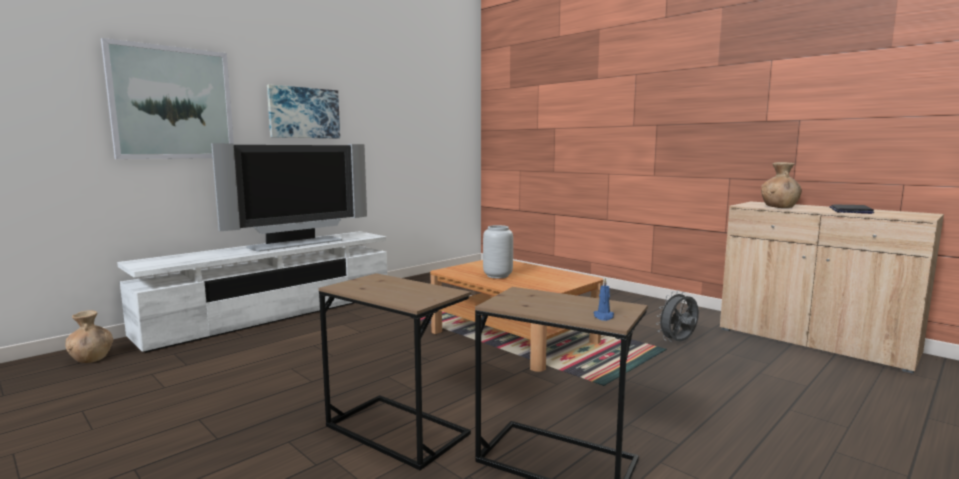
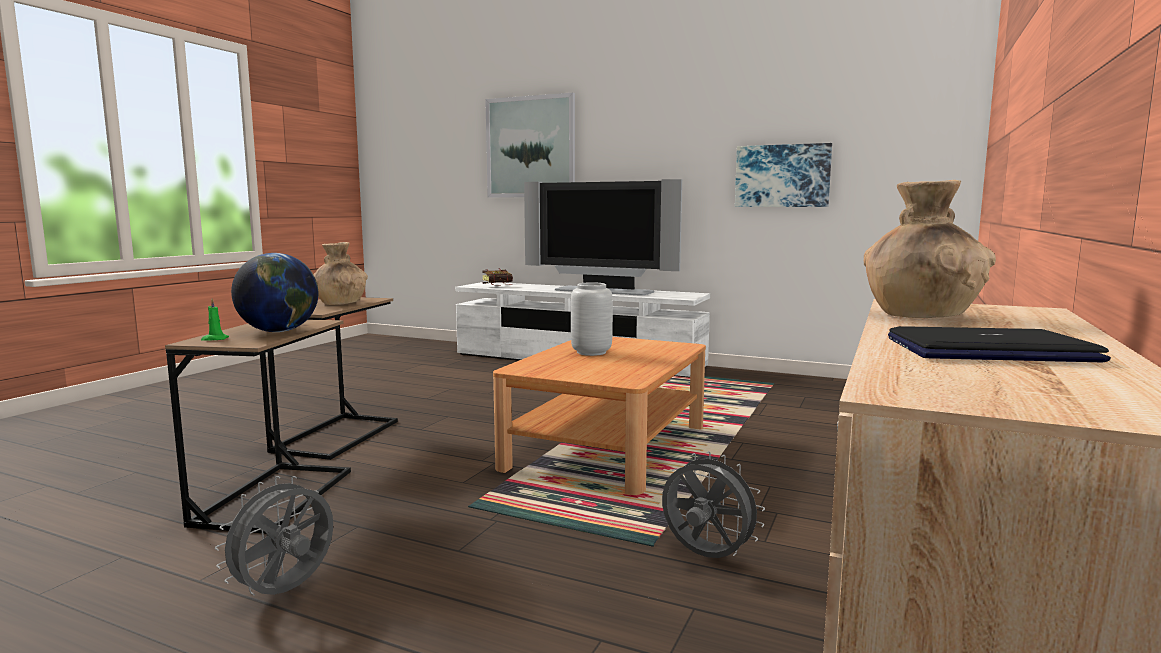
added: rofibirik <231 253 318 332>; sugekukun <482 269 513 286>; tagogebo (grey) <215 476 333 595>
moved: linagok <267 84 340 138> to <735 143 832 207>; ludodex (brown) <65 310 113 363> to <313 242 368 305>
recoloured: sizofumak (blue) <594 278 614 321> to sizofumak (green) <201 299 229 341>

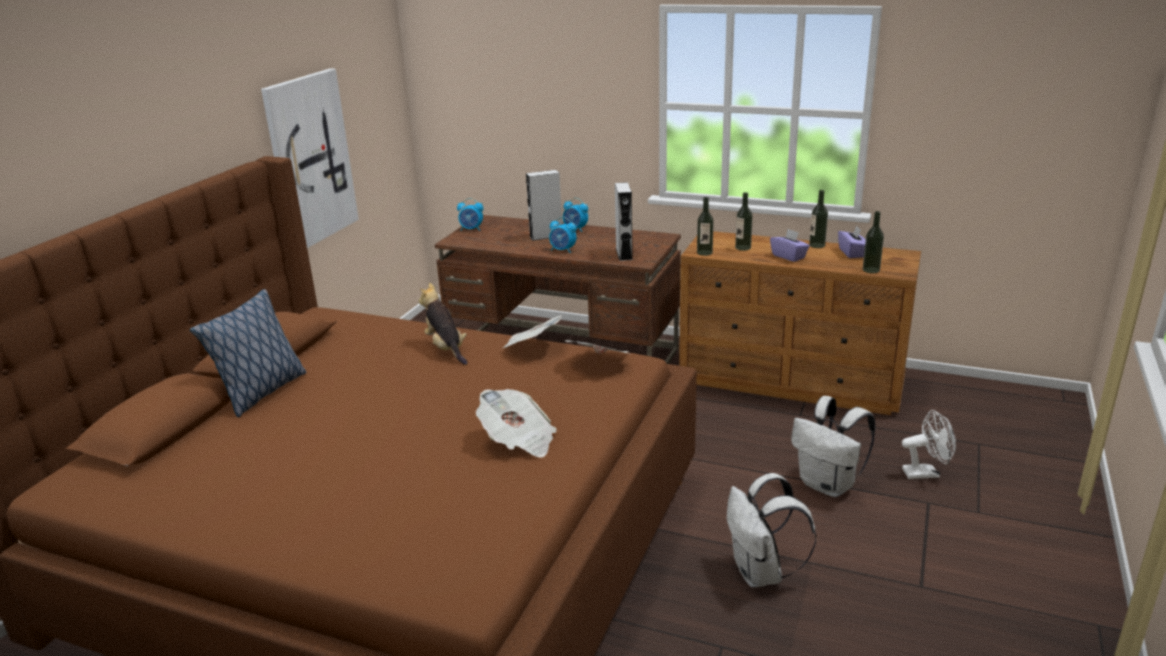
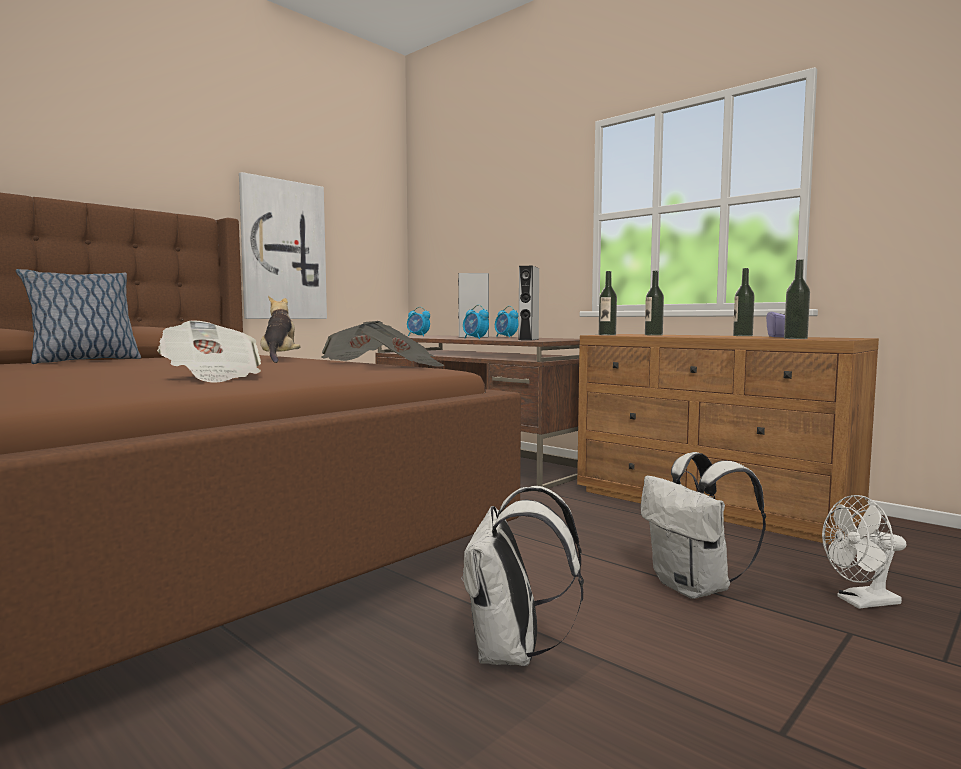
removed: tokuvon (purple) <770 229 810 262>
turned: tagogebo (white) <902 410 956 479> = <822 495 906 609> 150 degrees clockwise

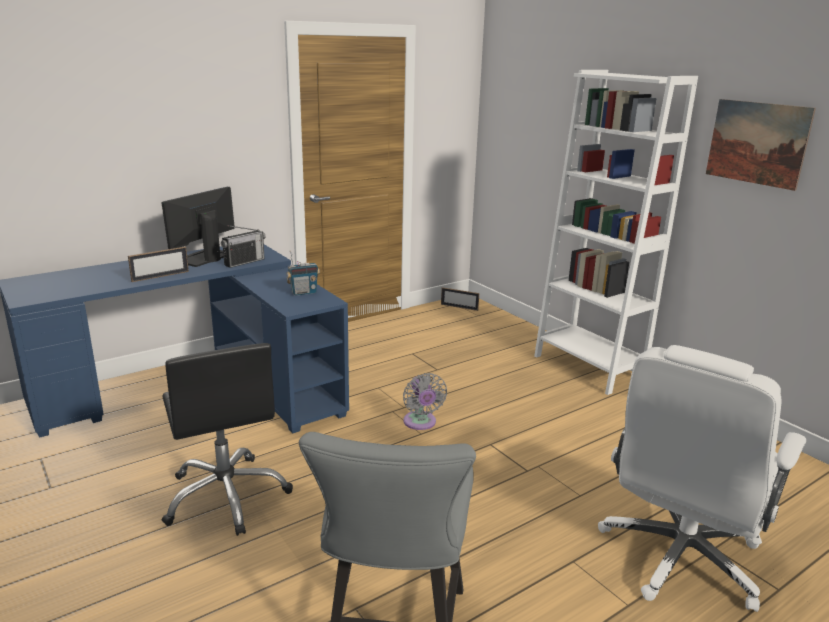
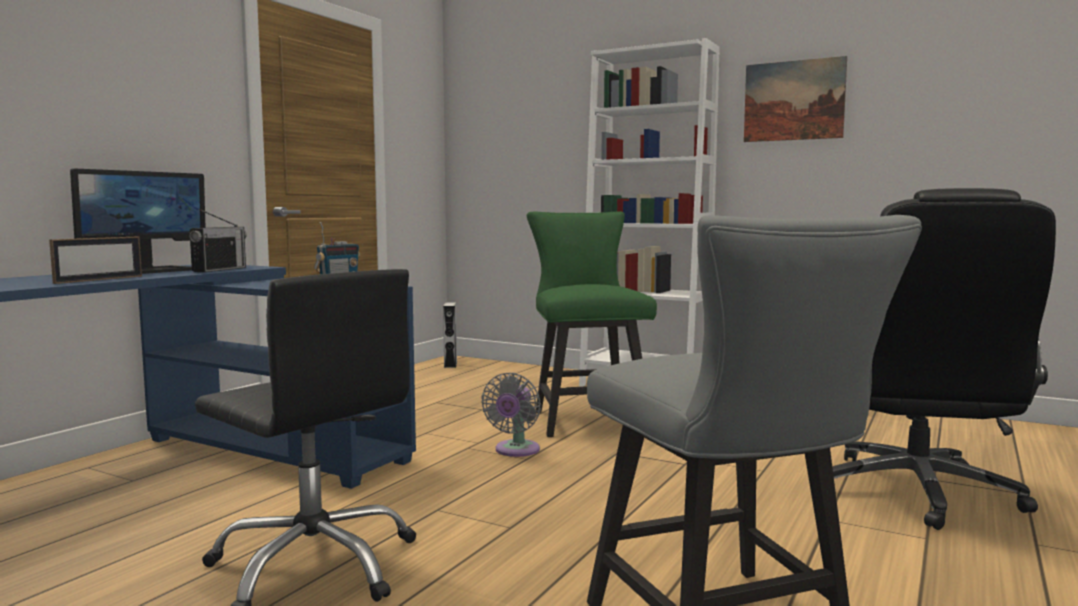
added: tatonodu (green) <527 211 657 437>
replaced: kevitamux <441 287 479 311> to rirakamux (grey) <443 302 457 368>
recoloured: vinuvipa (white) <598 345 806 612> to vinuvipa (black) <832 188 1056 530>
turned: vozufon <162 187 235 267> = <70 169 206 274> 150 degrees counterclockwise; tagogebo (grey) <403 373 447 430> = <481 372 541 457> 60 degrees clockwise

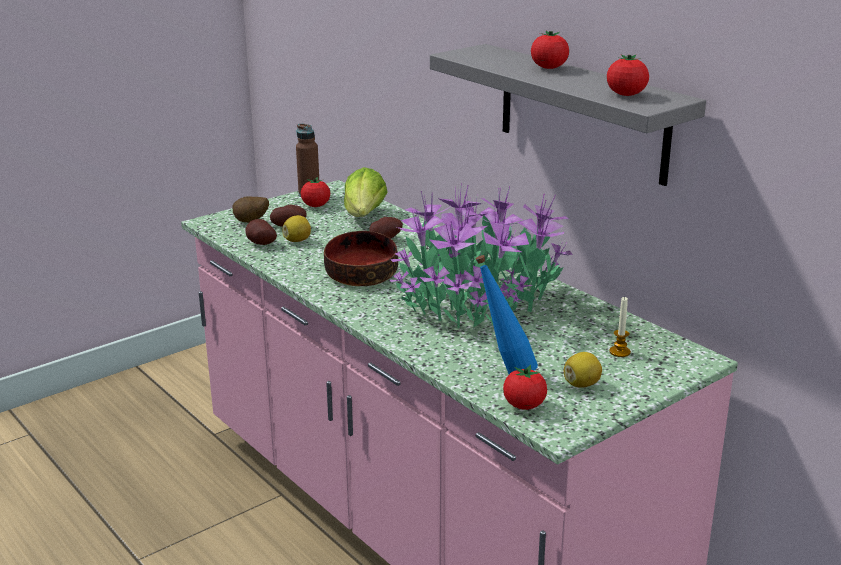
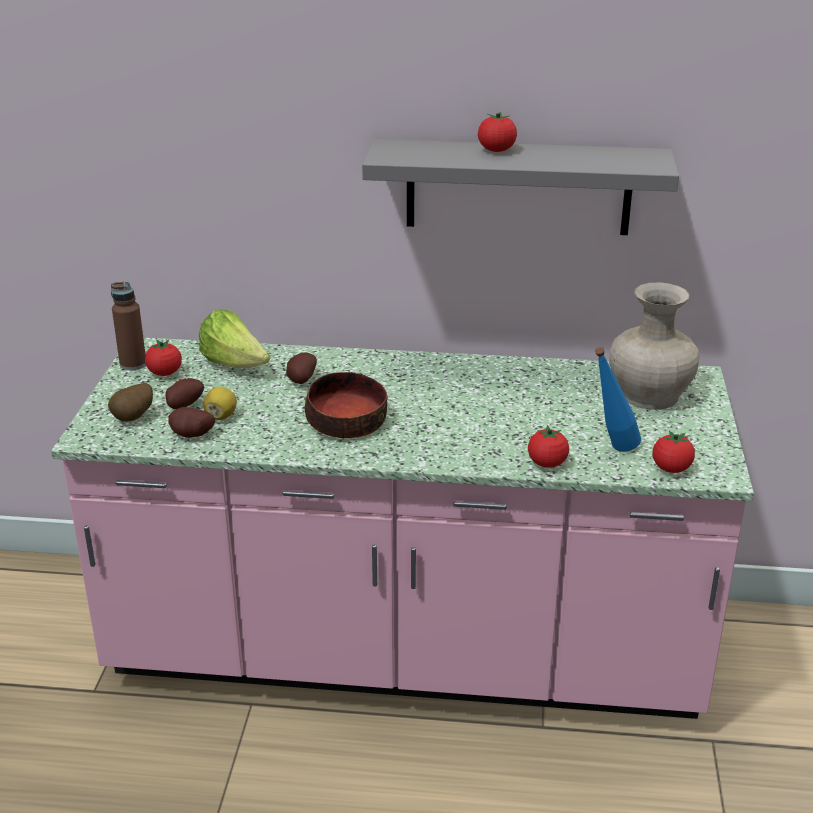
removed: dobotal <390 183 573 329>; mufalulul <564 352 602 388>
moved: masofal <607 54 649 96> to <528 425 569 468>
replaced: sizofumak <609 297 631 357> to ludodex (beige) <609 282 700 410>

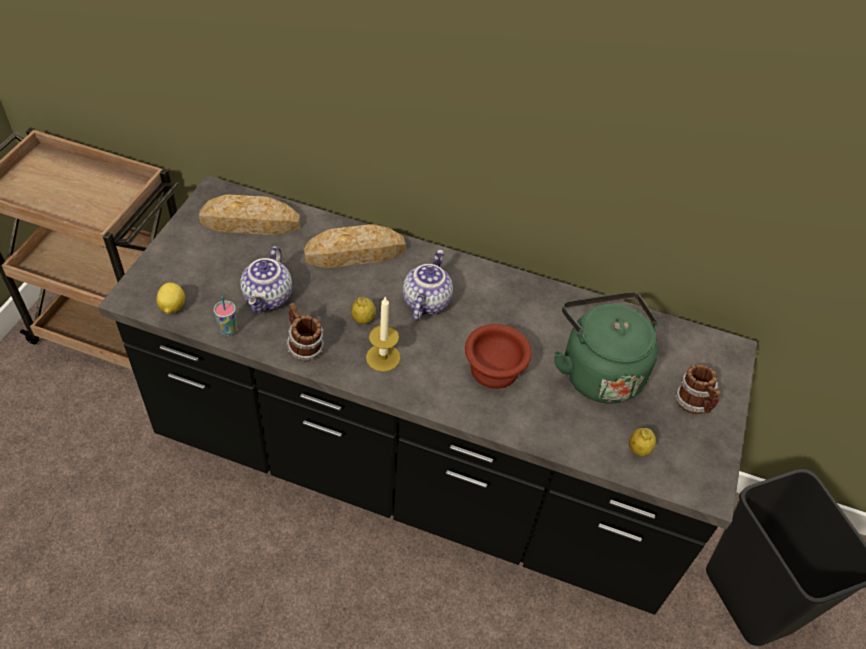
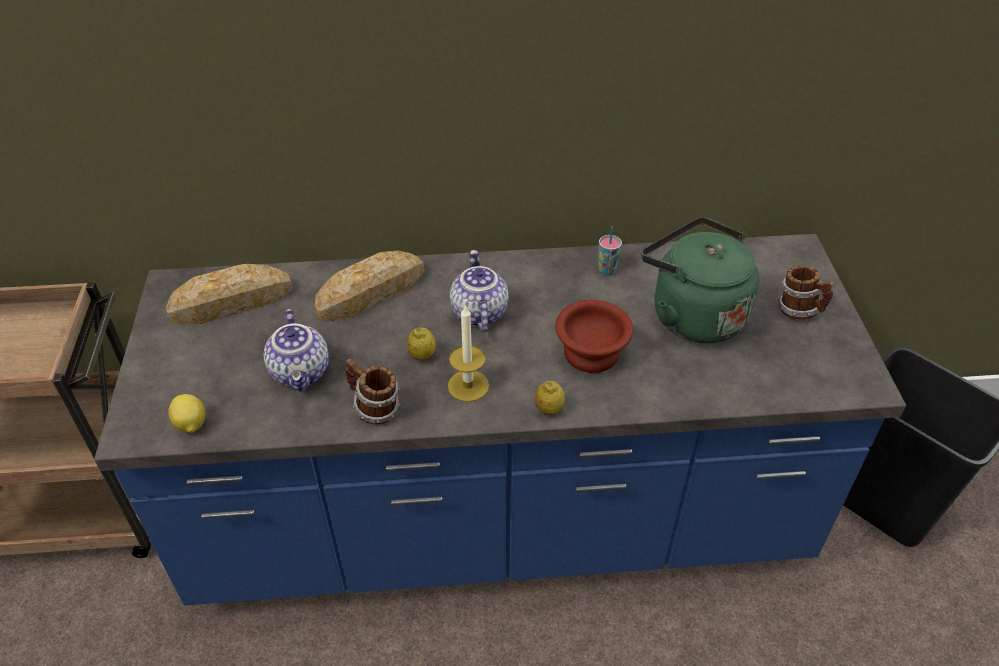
moved: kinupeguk <214 296 237 336> to <598 227 622 275>; mufalulul <629 428 656 456> to <535 381 565 415>
recoloured: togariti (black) <98 175 757 615> to togariti (blue) <94 234 906 606>

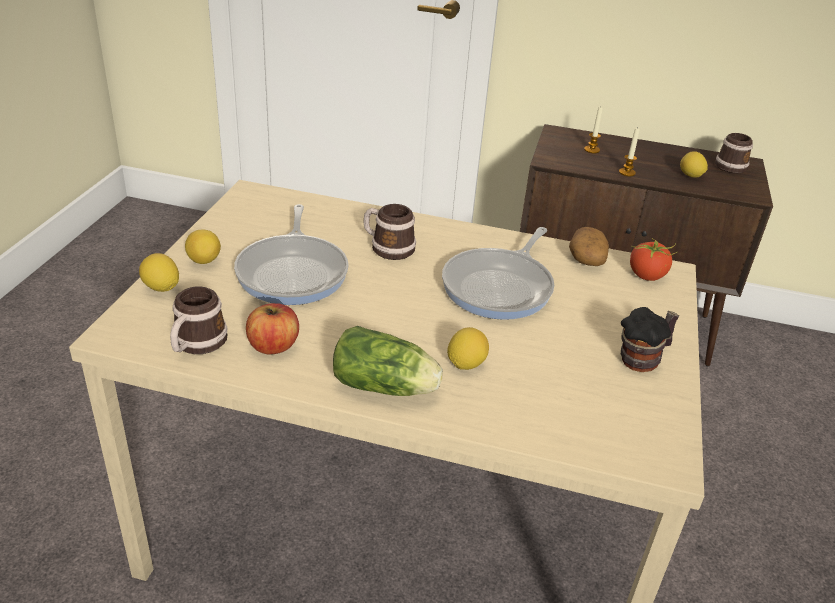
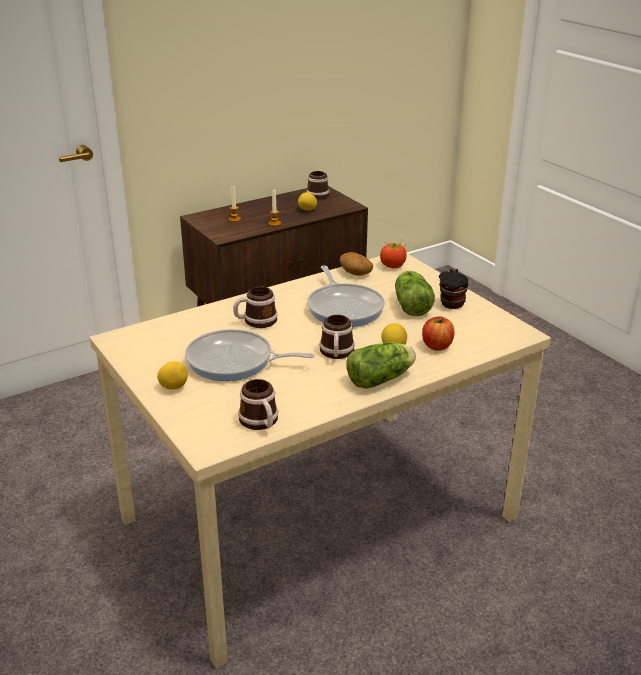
removed: mufalulul <139 253 179 292>
added: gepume <395 271 435 316>; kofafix <319 315 355 359>
moved: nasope <246 303 299 355> to <422 316 454 351>
turned: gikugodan <234 204 349 305> = <185 329 314 381> 150 degrees clockwise

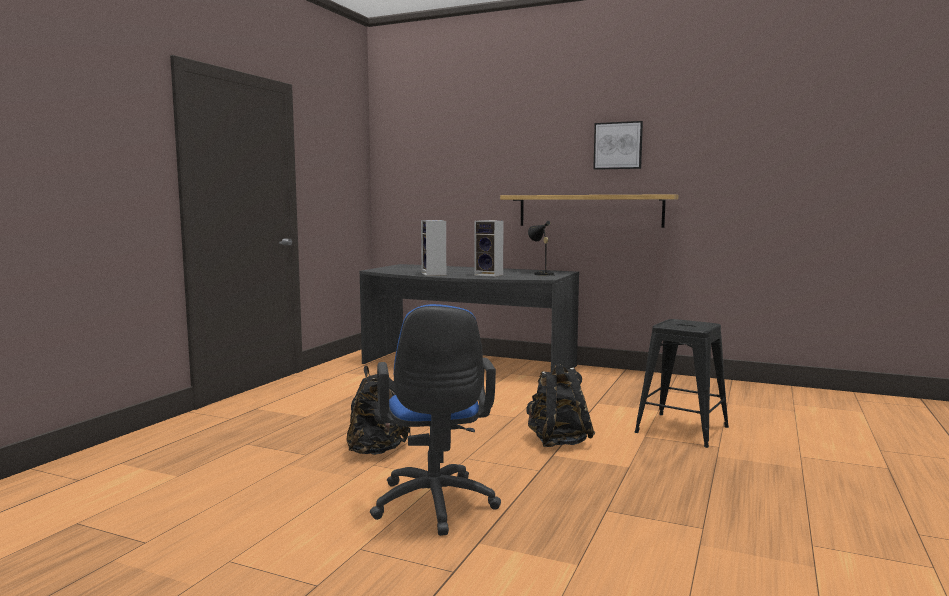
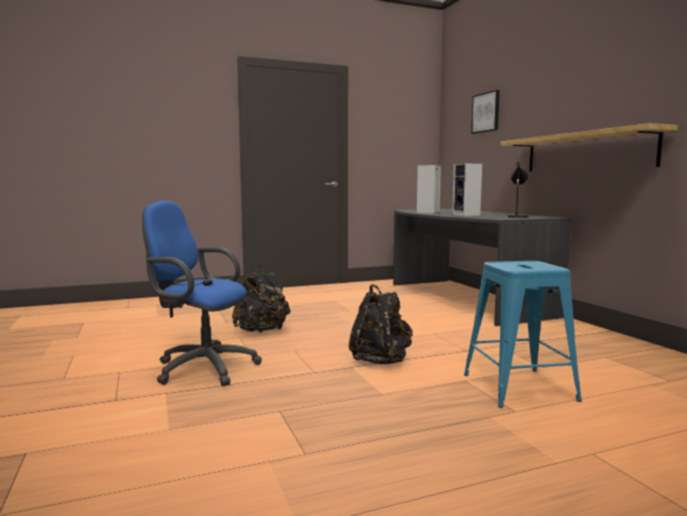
moved: linagok <593 121 643 170> to <471 90 500 134>
recoloured: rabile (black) <635 319 729 448> to rabile (blue) <464 261 582 408>
turned: vinuvipa (blue) <370 304 501 536> = <142 201 262 386> 75 degrees clockwise

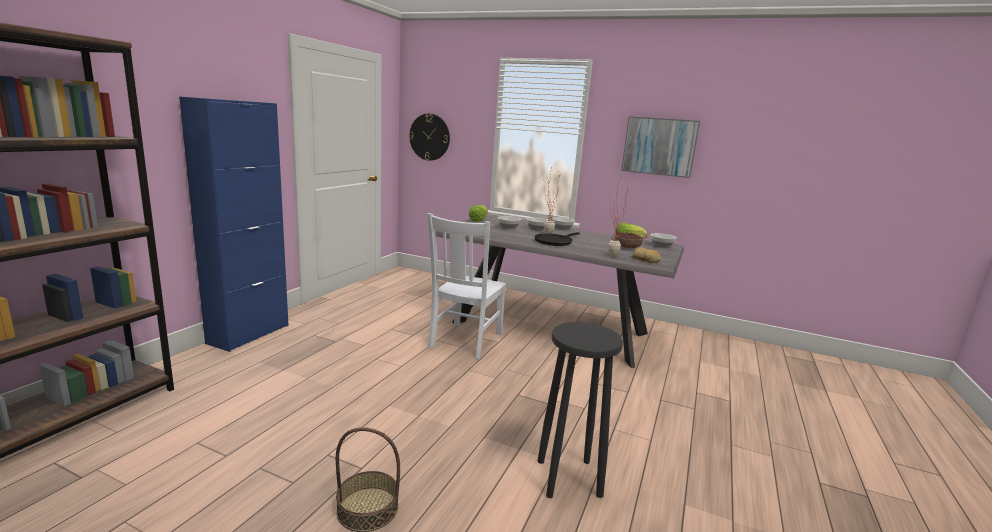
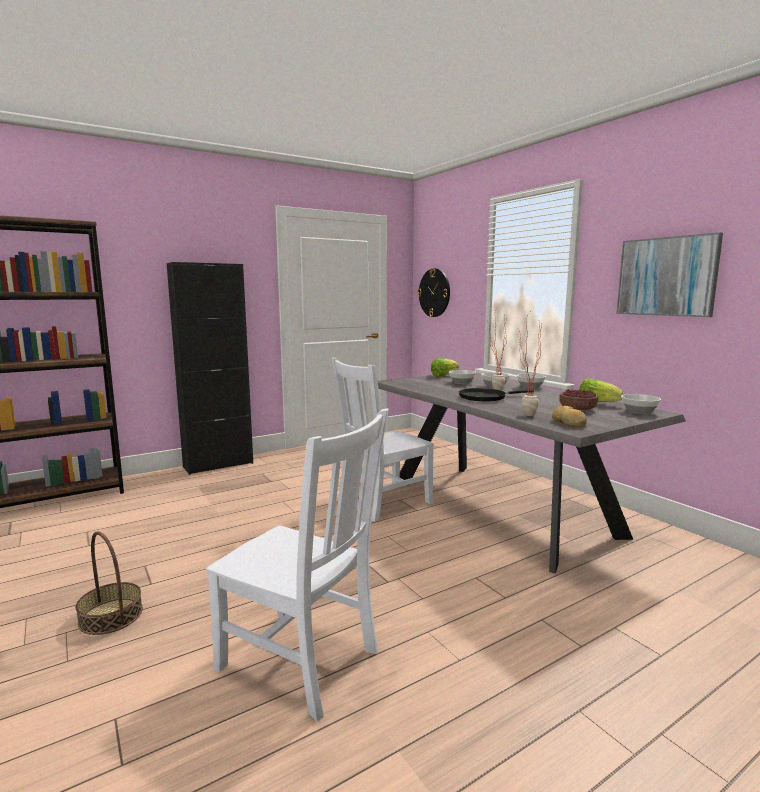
replaced: rabile (black) <537 322 623 498> to tatonodu (white) <206 408 389 721>
recoloured: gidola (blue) <179 97 289 352> to gidola (black) <167 262 253 475>

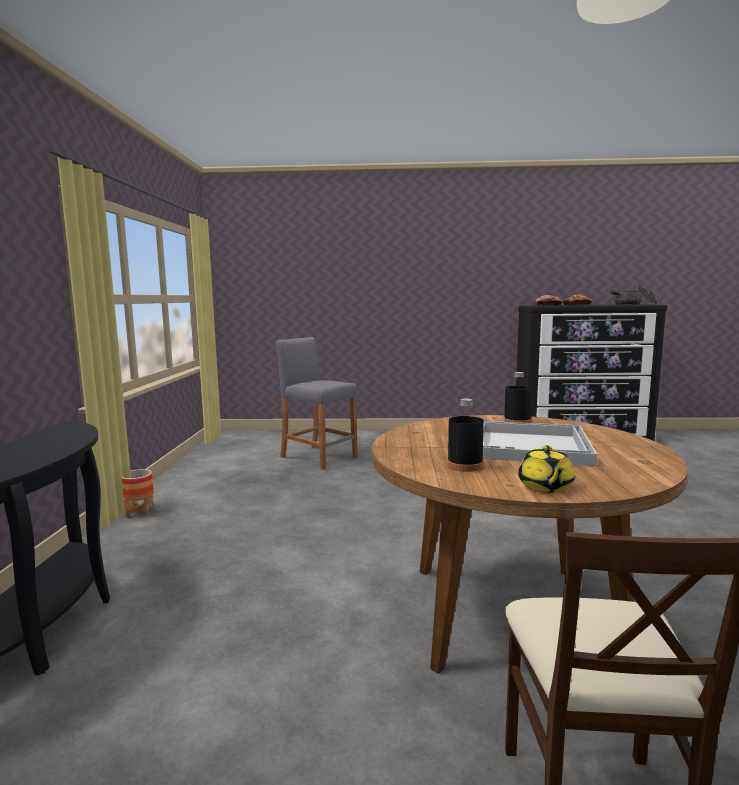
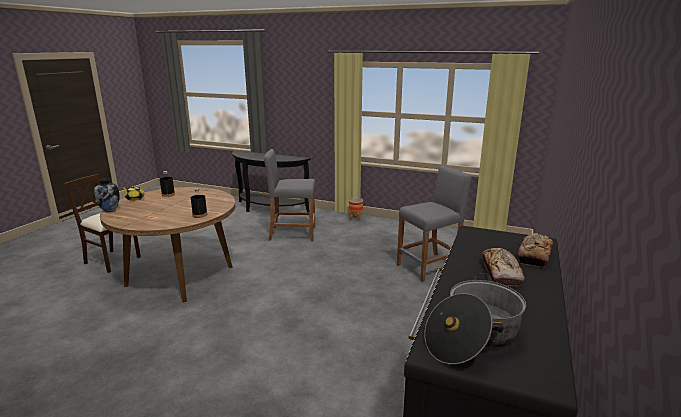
removed: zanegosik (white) <483 421 597 466>
added: rabile (grey) <264 149 315 241>; ludodex <94 178 119 212>

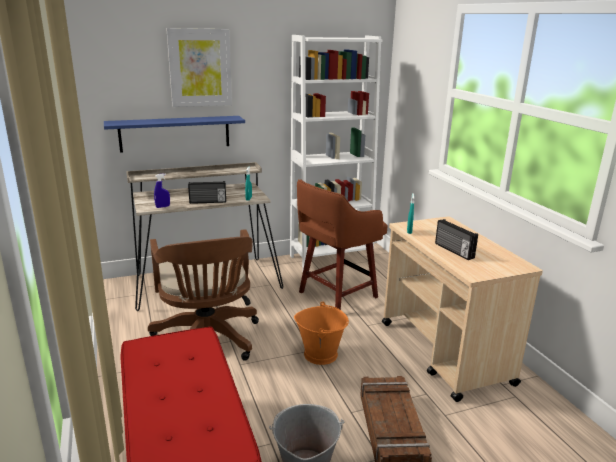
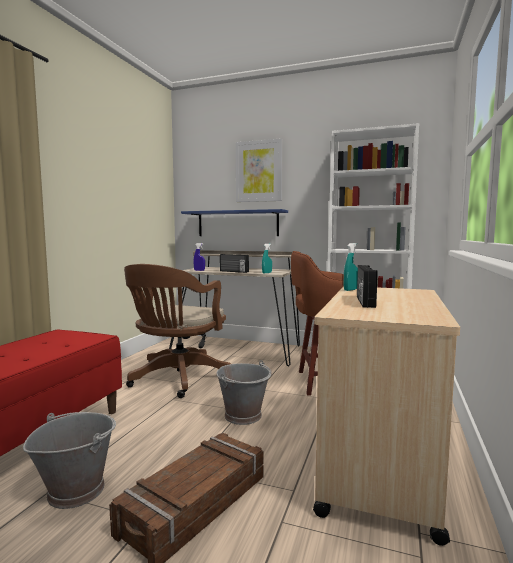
recoloured: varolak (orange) <294 302 349 365> to varolak (grey) <216 360 272 425>

